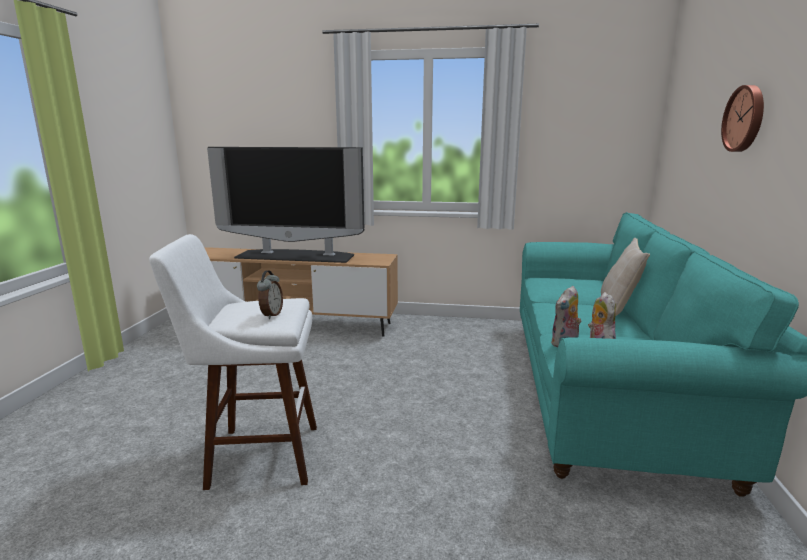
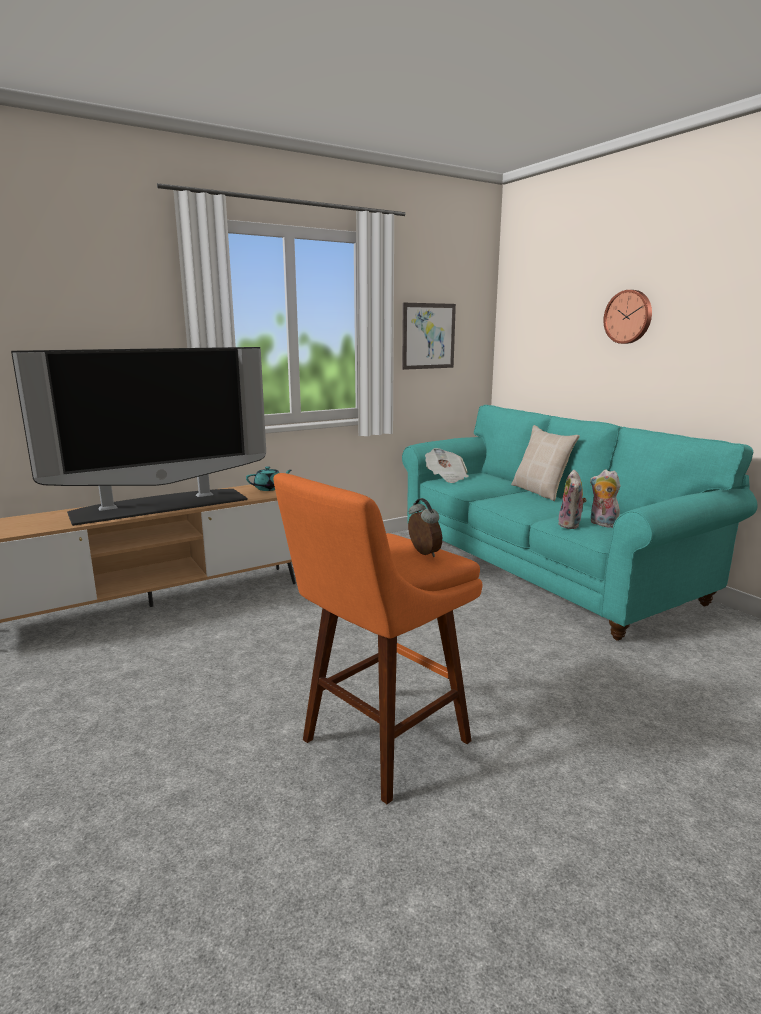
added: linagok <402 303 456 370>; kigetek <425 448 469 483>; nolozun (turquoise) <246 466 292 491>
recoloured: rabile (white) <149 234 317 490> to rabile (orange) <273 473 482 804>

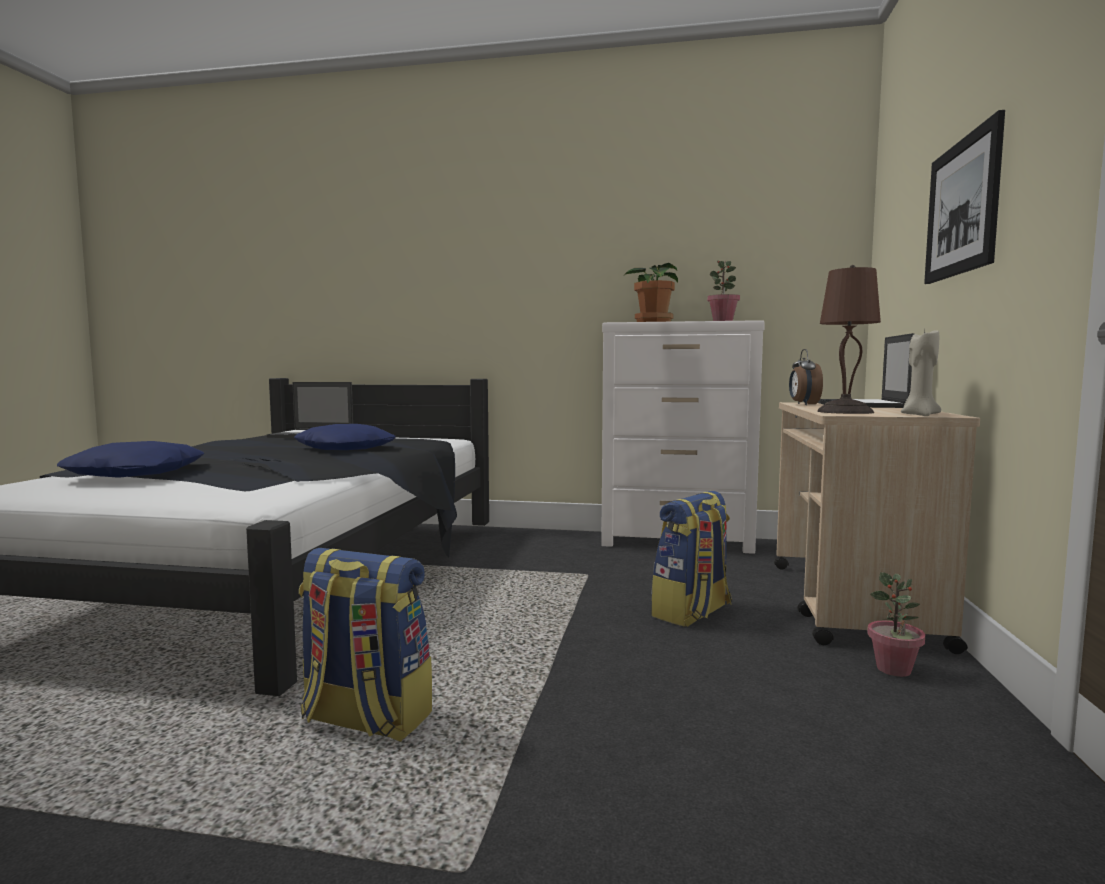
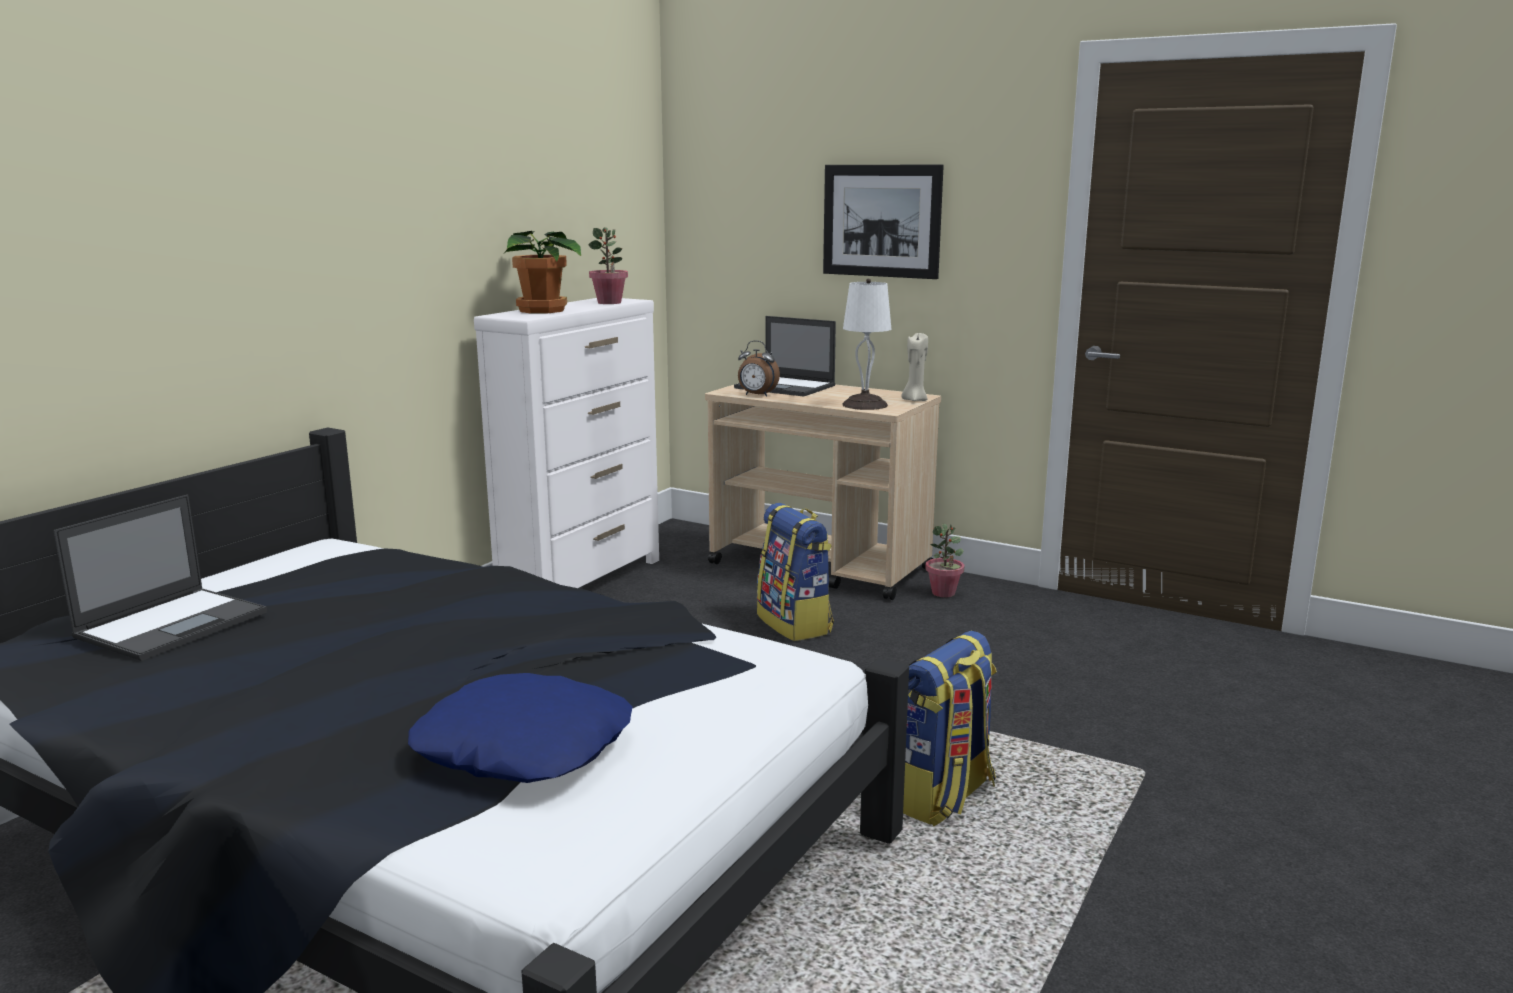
removed: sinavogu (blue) <294 424 395 450>
recoloured: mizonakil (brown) <817 265 881 414> to mizonakil (white) <842 279 891 410>

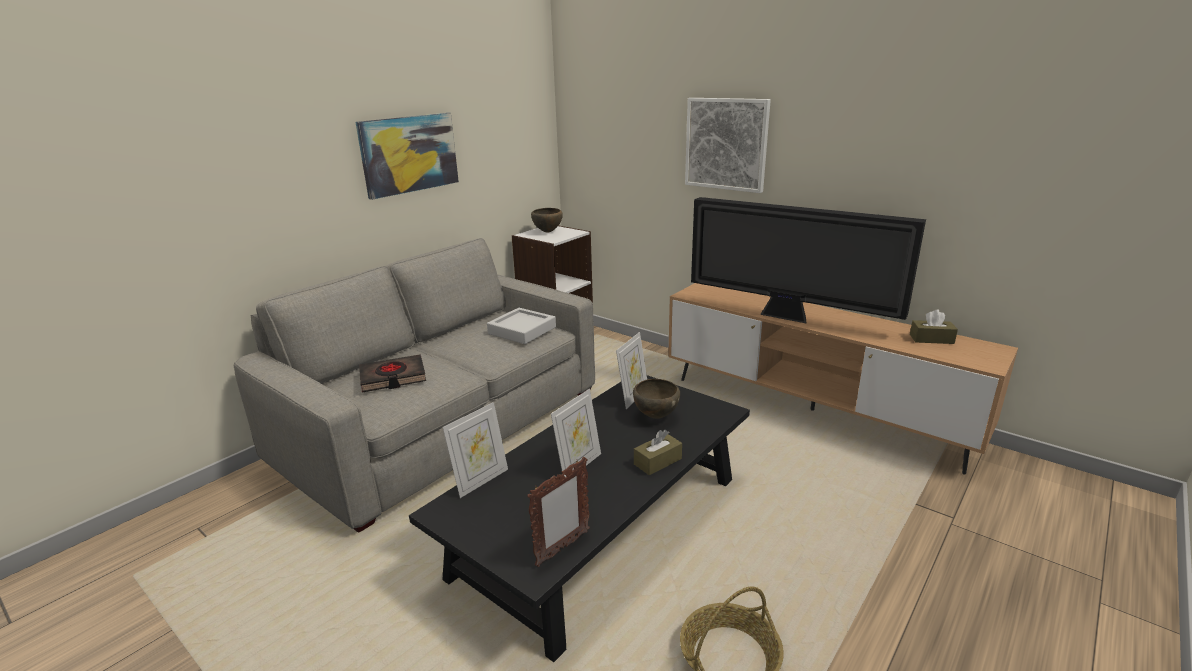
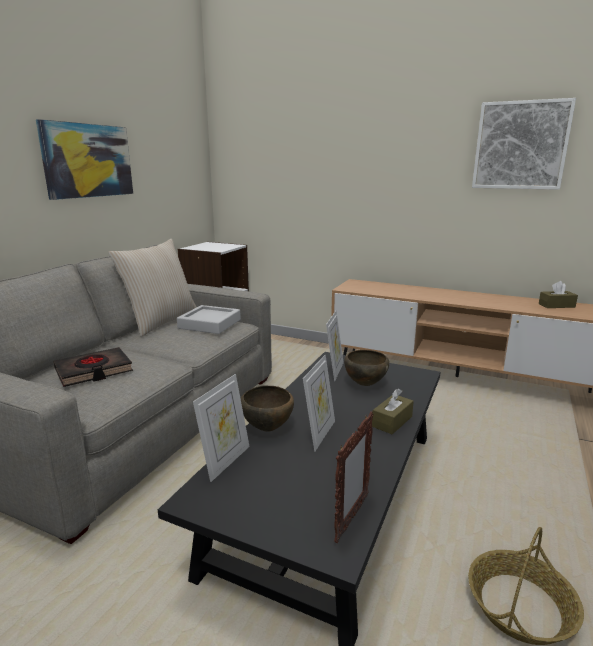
removed: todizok <691 197 926 324>
added: sinavogu (beige) <108 239 197 337>
moved: linagok <685 98 771 193> to <472 98 576 190>; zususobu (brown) <531 208 563 233> to <241 386 294 432>

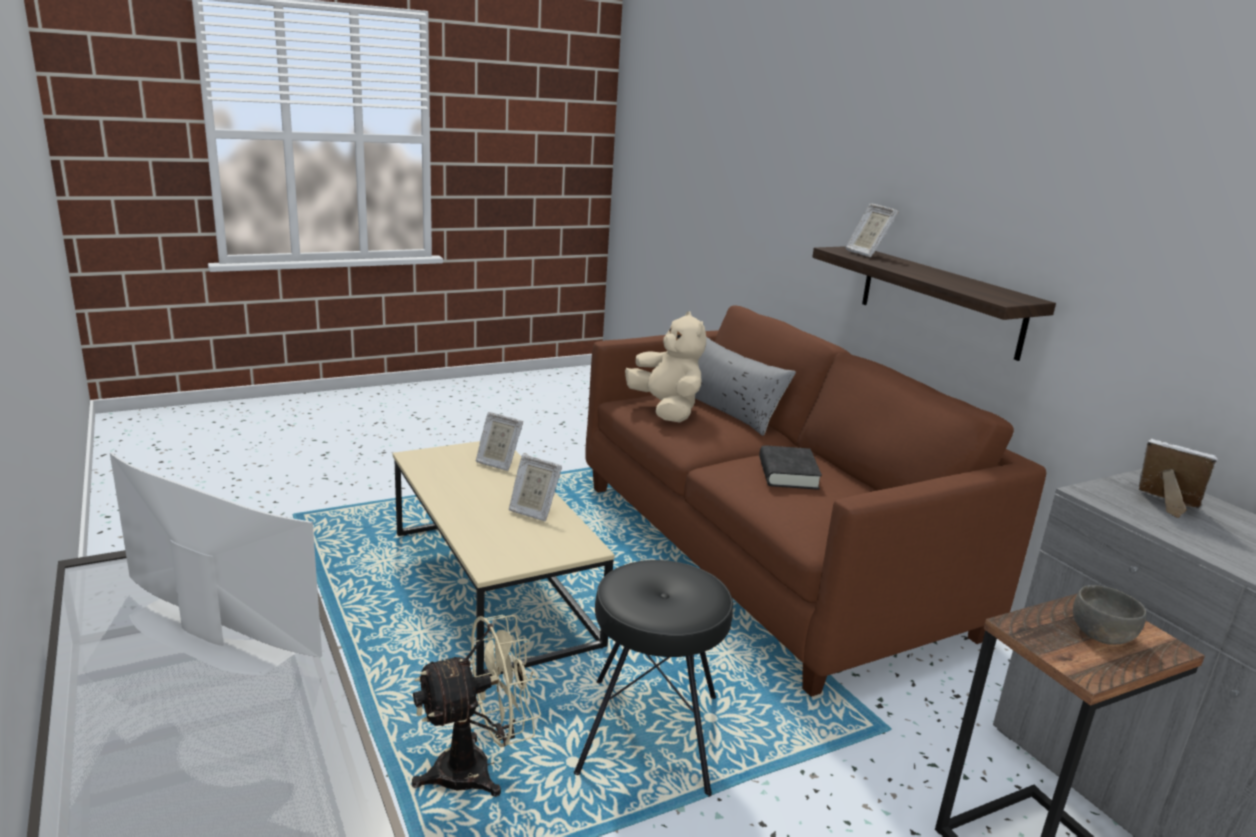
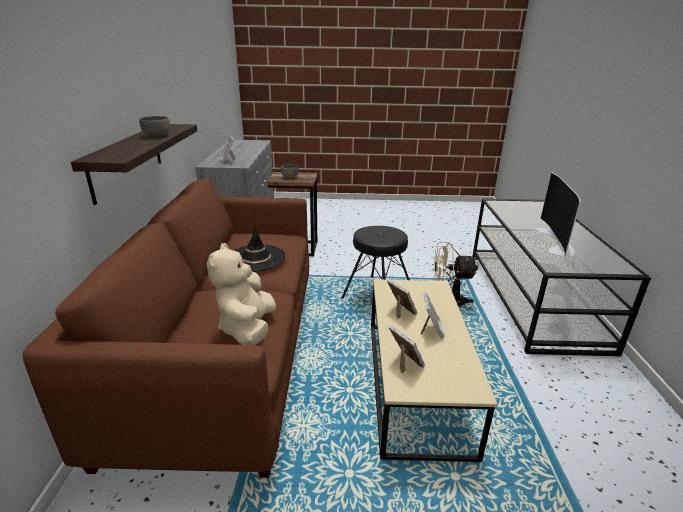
removed: sinavogu (grey) <695 337 796 436>
added: zususobu (grey) <139 116 170 137>
moved: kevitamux <845 203 899 257> to <420 292 445 339>
replaced: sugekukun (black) <759 445 822 490> to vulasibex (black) <234 226 286 272>
turned: todizok <110 452 322 676> = <535 172 581 256> 45 degrees clockwise

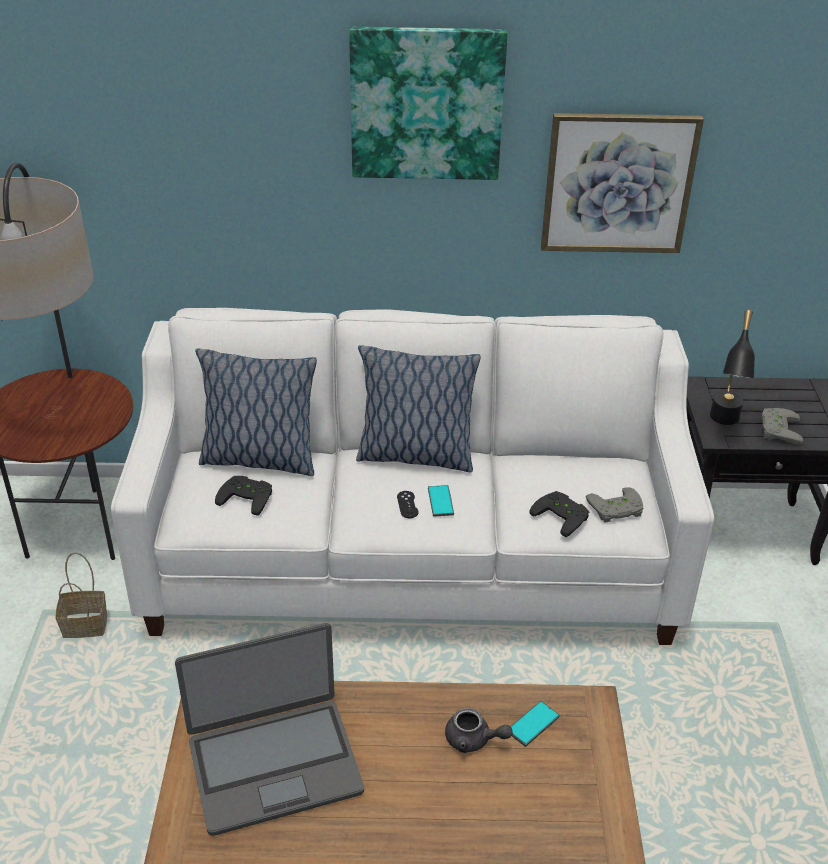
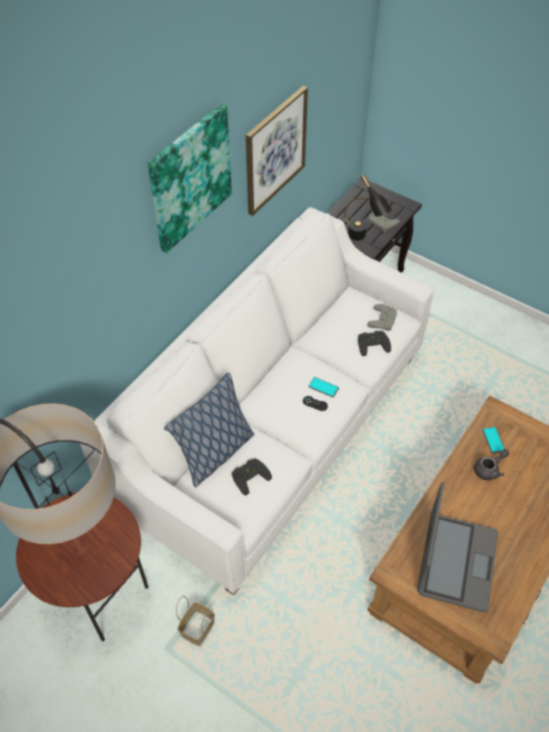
removed: sinavogu <356 345 481 473>

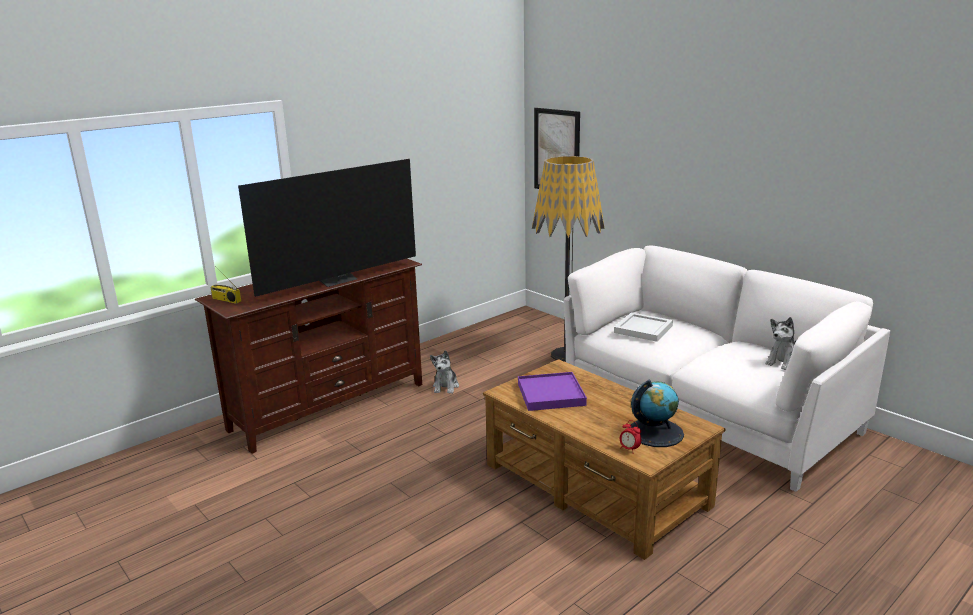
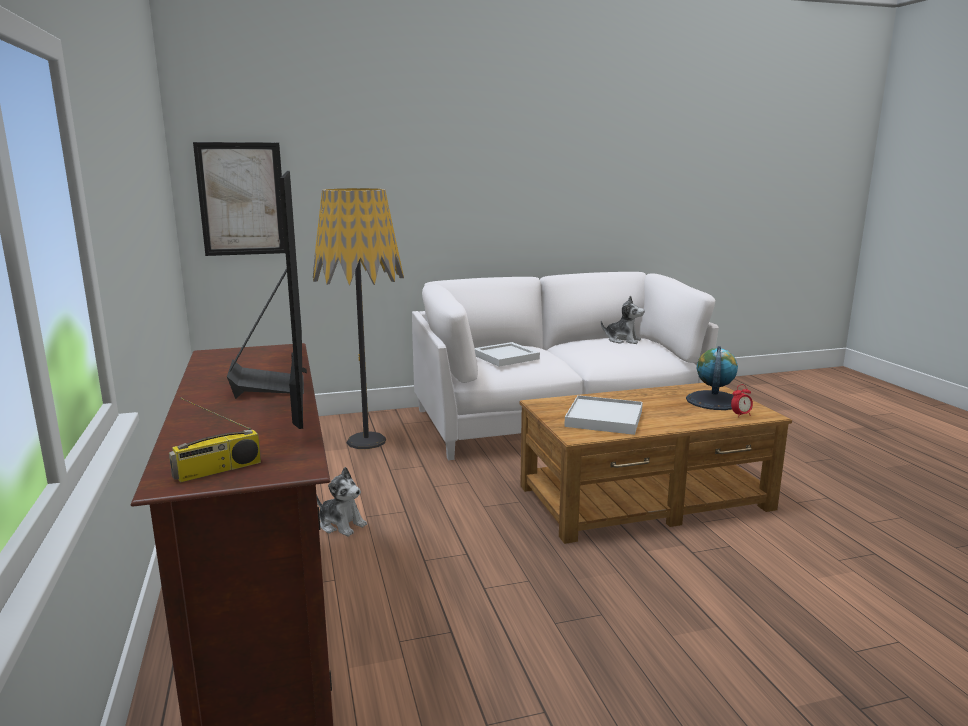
recoloured: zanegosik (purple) <518 372 587 411> to zanegosik (white) <564 395 643 435>
turned: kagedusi <765 317 796 370> = <601 296 644 344> 45 degrees counterclockwise

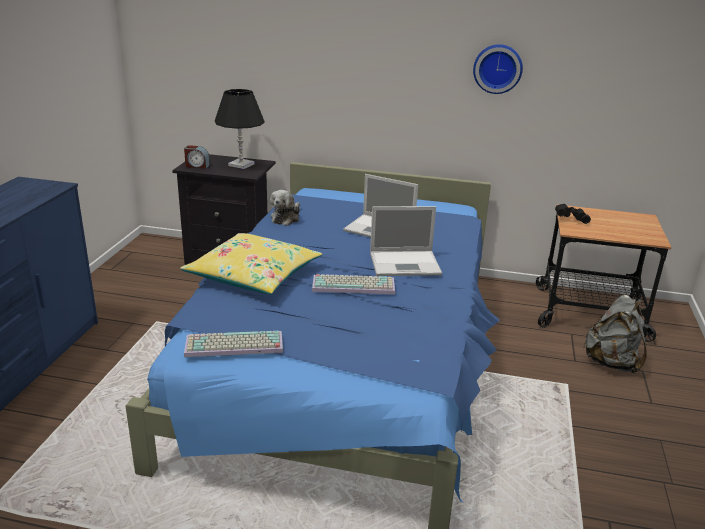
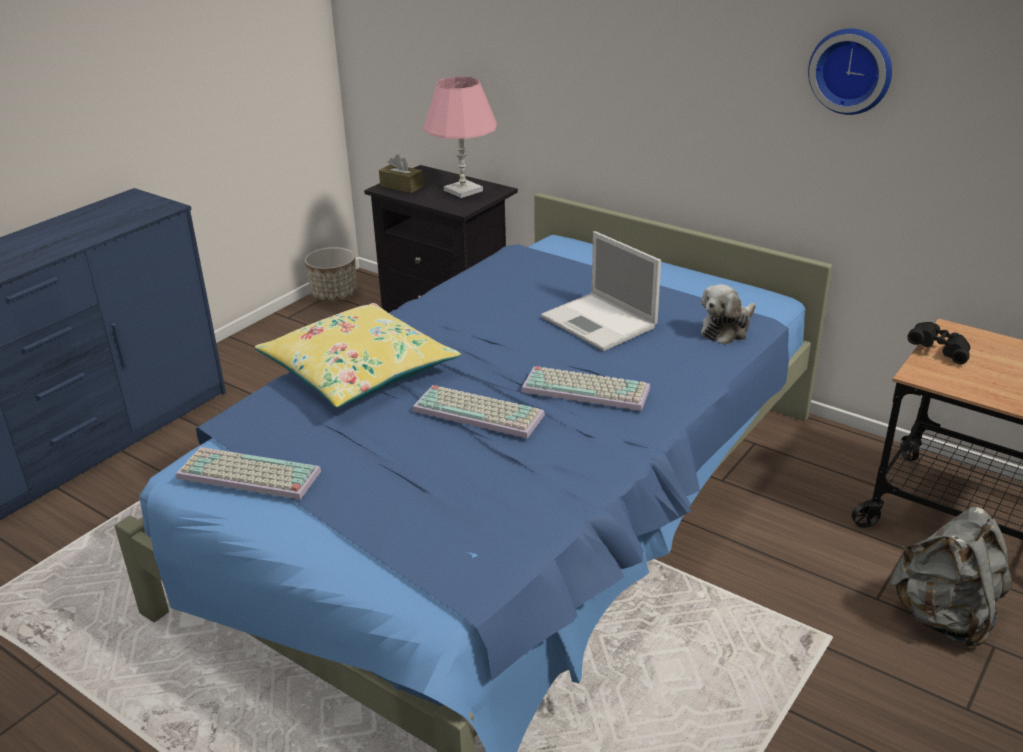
added: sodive <305 247 357 302>
moved: kagedusi <270 190 300 226> to <701 284 756 345>
replaced: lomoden <184 145 210 169> to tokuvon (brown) <379 154 424 193>; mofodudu <370 206 442 276> to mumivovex <521 366 650 411>
recoloured: mizonakil (black) <215 89 265 169> to mizonakil (pink) <423 77 497 198>

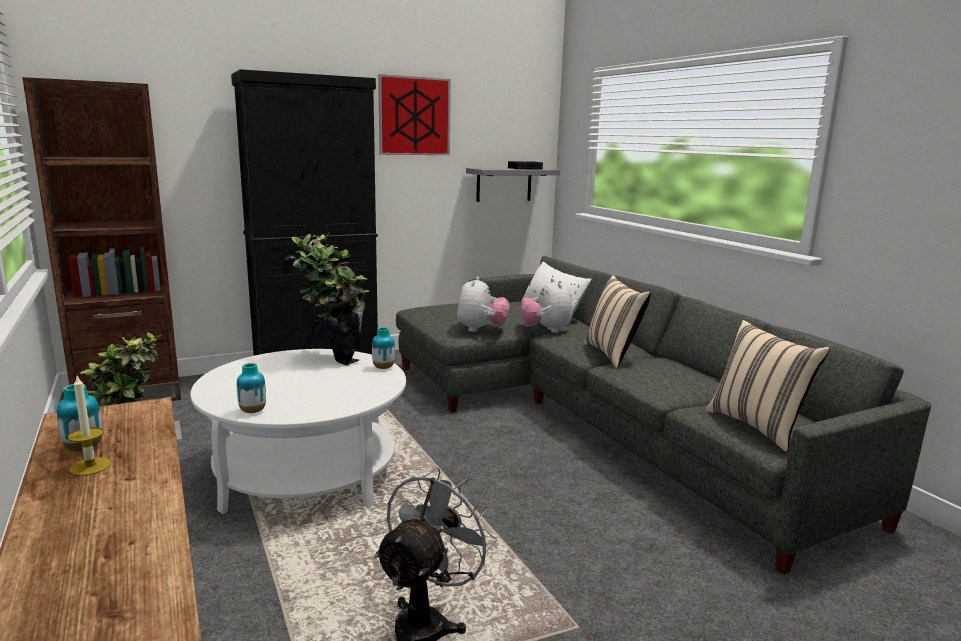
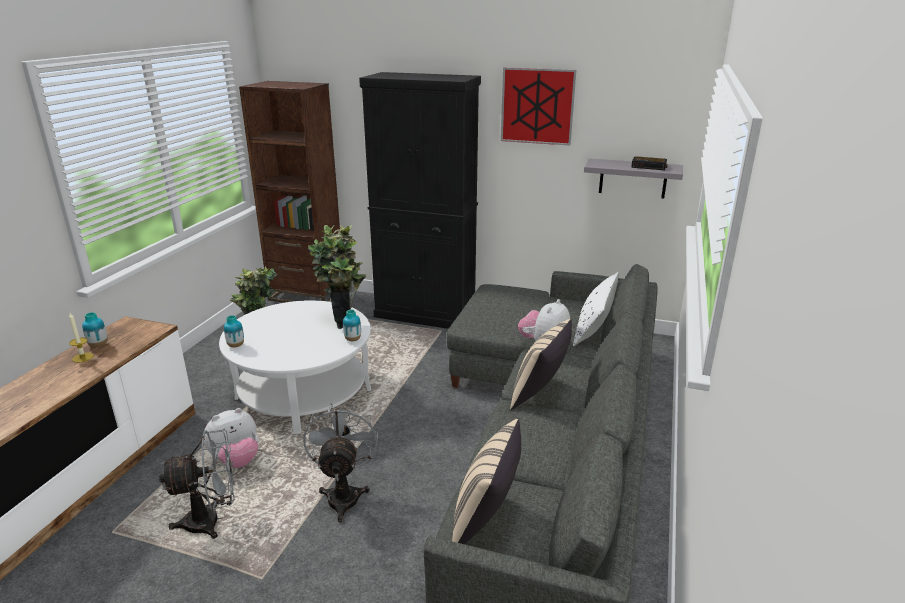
added: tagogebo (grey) <303 403 378 523>
moved: kagedusi <457 276 510 332> to <204 408 258 468>

